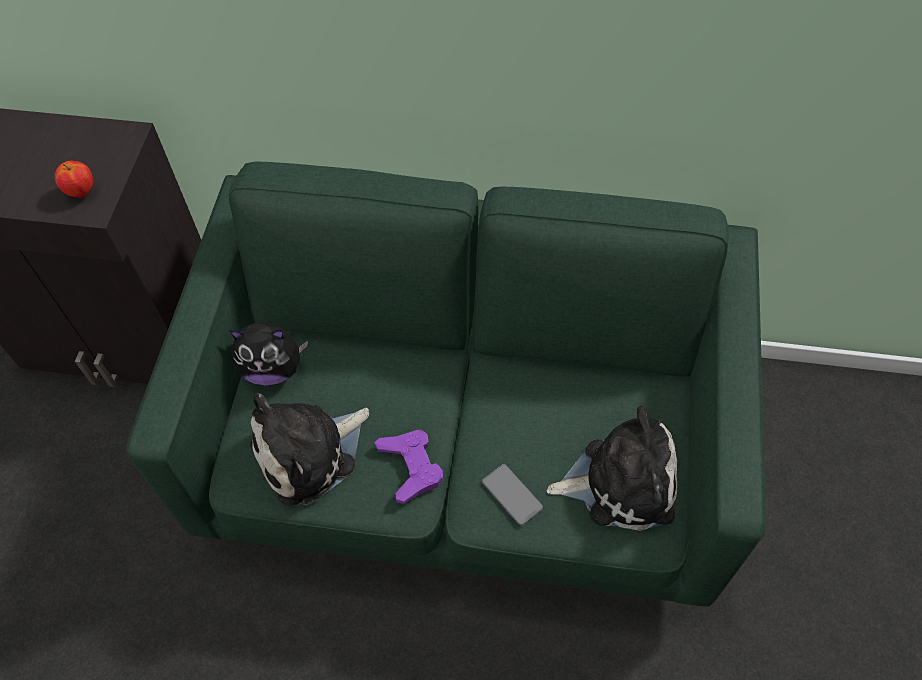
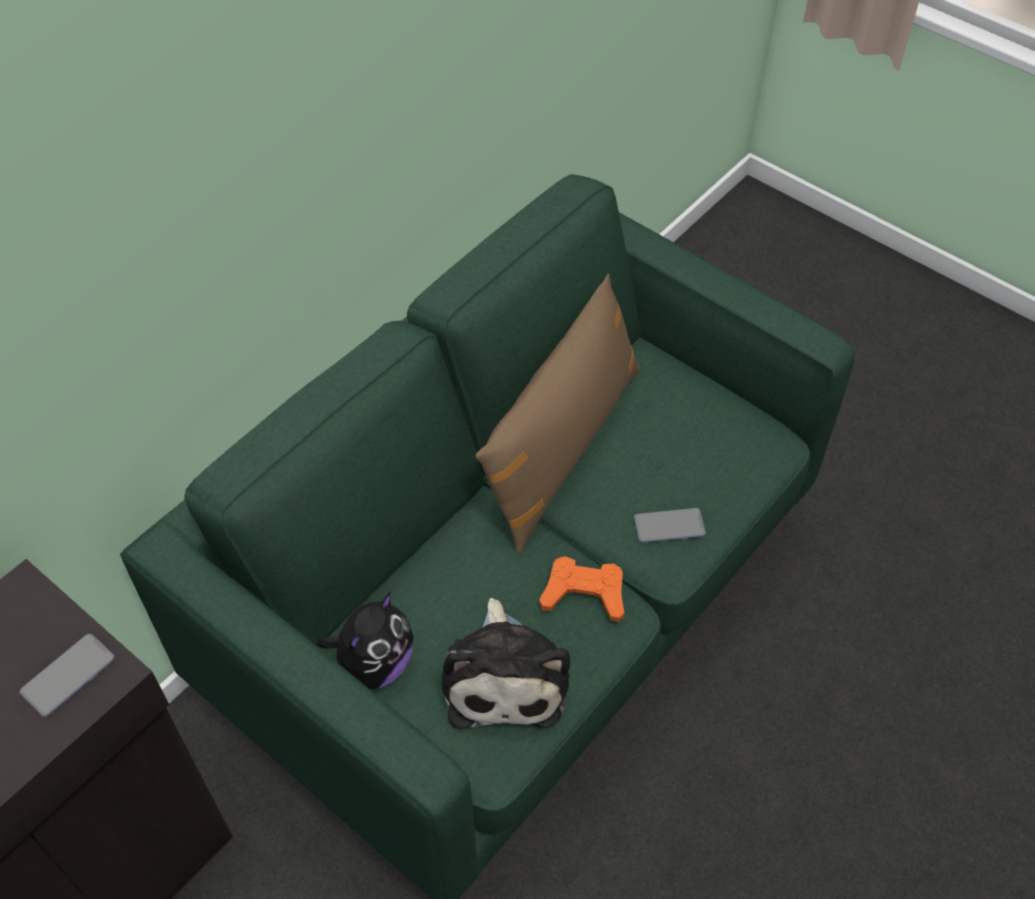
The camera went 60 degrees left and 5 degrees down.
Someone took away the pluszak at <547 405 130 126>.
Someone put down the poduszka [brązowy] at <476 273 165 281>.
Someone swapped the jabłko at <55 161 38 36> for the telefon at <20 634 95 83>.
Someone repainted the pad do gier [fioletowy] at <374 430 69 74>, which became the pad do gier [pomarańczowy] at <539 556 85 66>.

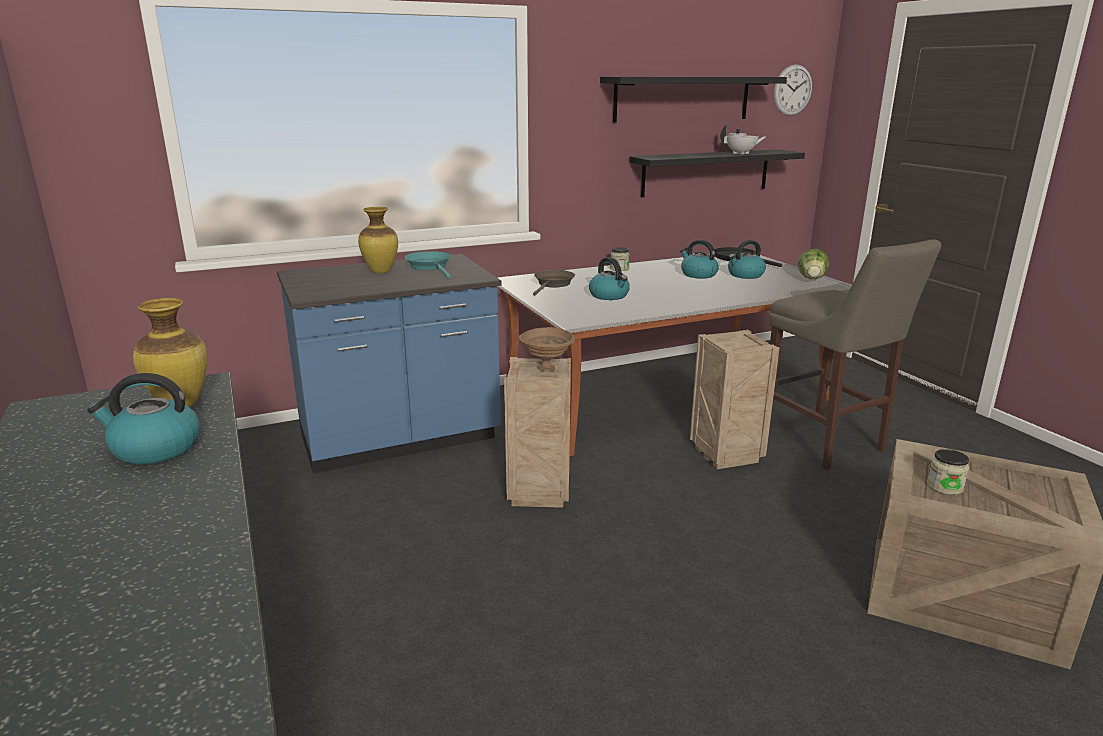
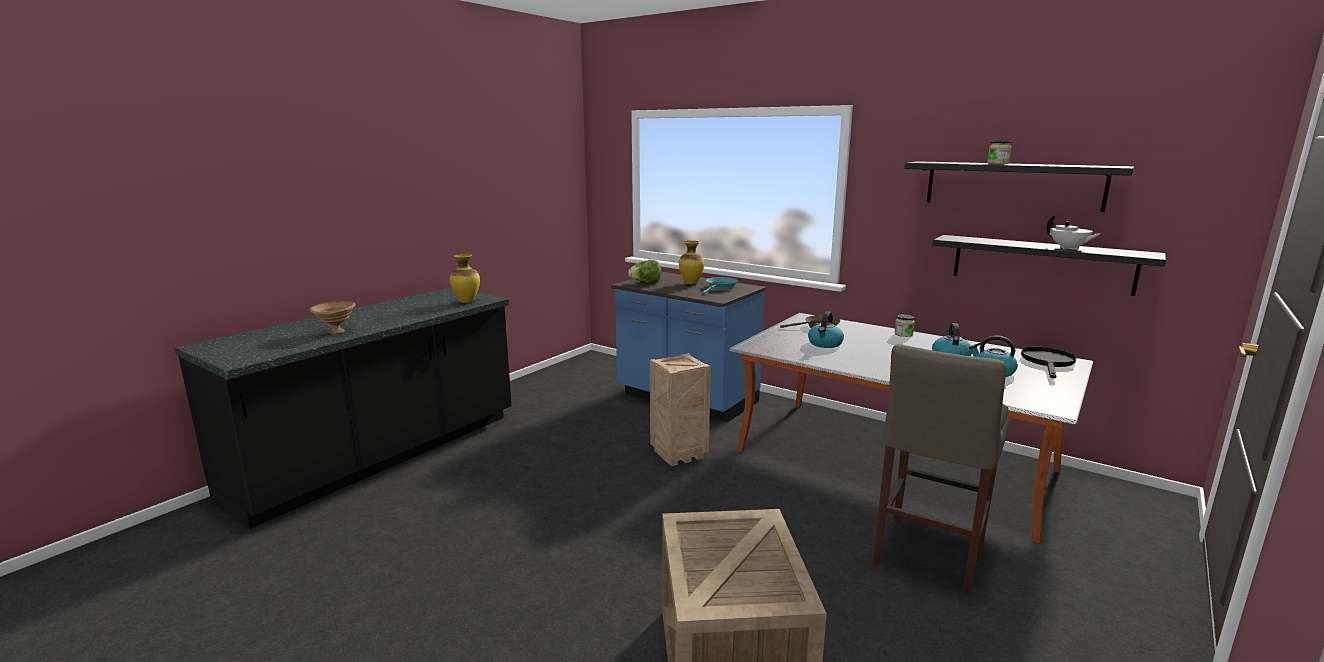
The camera went 60 degrees right and 5 degrees down.
Someone took away the czajnik at <87 373 113 91>.
Someone took away the skrzynka at <690 330 89 139>.
Someone took away the zegar ścienny at <774 64 38 52>.
Someone carried the miska [brązowy] from <519 327 56 44> to <309 302 47 32>.
Someone carried the sałata from <798 249 31 30> to <628 260 33 23>.
Someone carried the słoik from <927 449 42 46> to <987 141 25 23>.

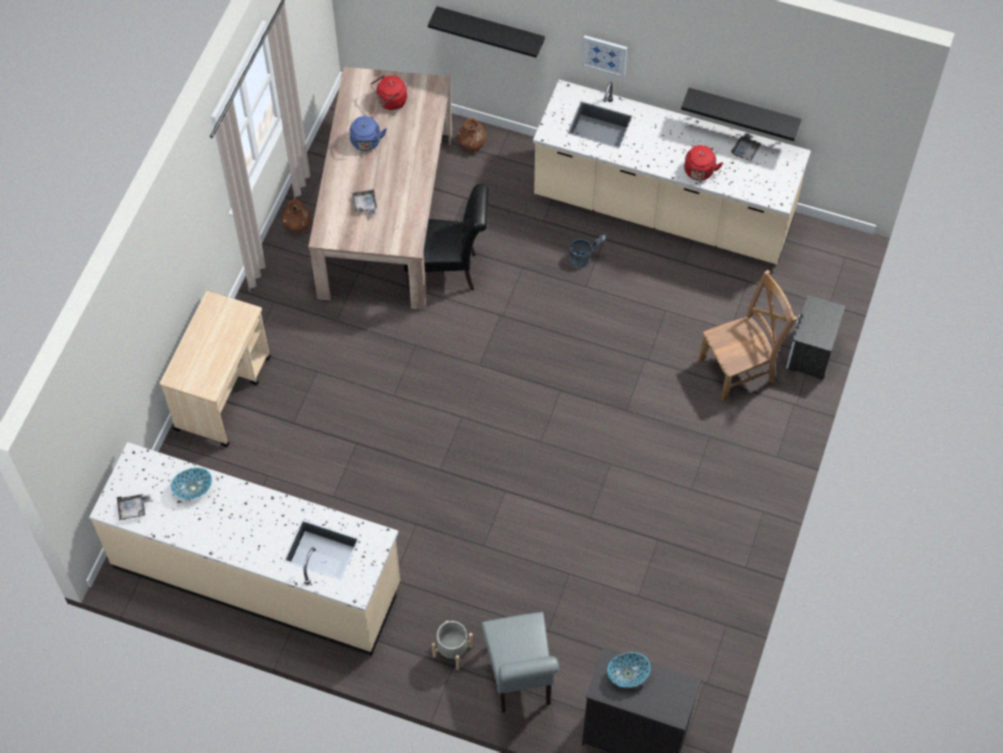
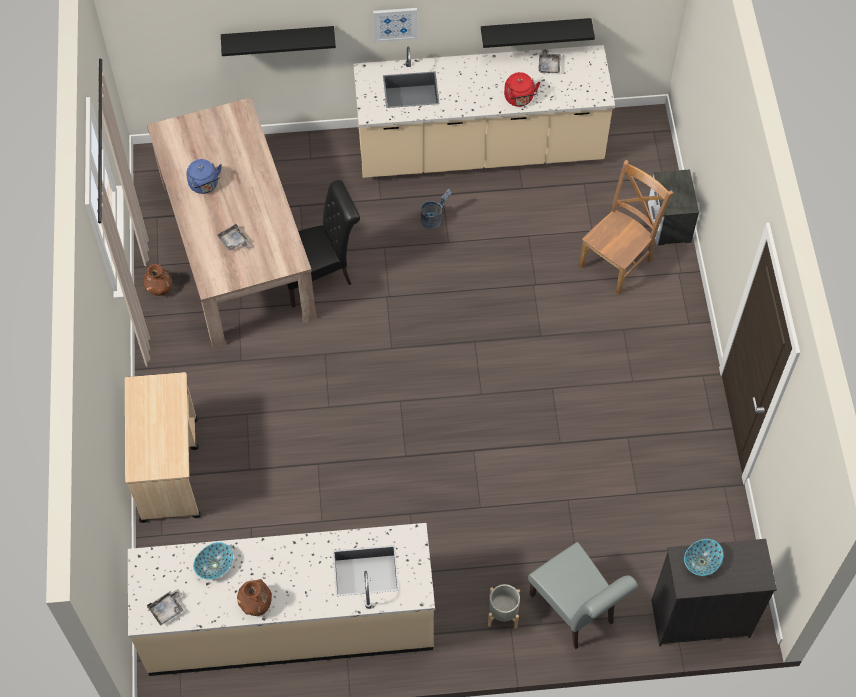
The camera went 25 degrees left and 0 degrees up.
Someone took away the czajnik [czerwony] at <371 75 36 35>.
Someone carried the wazon [brązowy] from <458 118 28 34> to <237 579 35 37>.

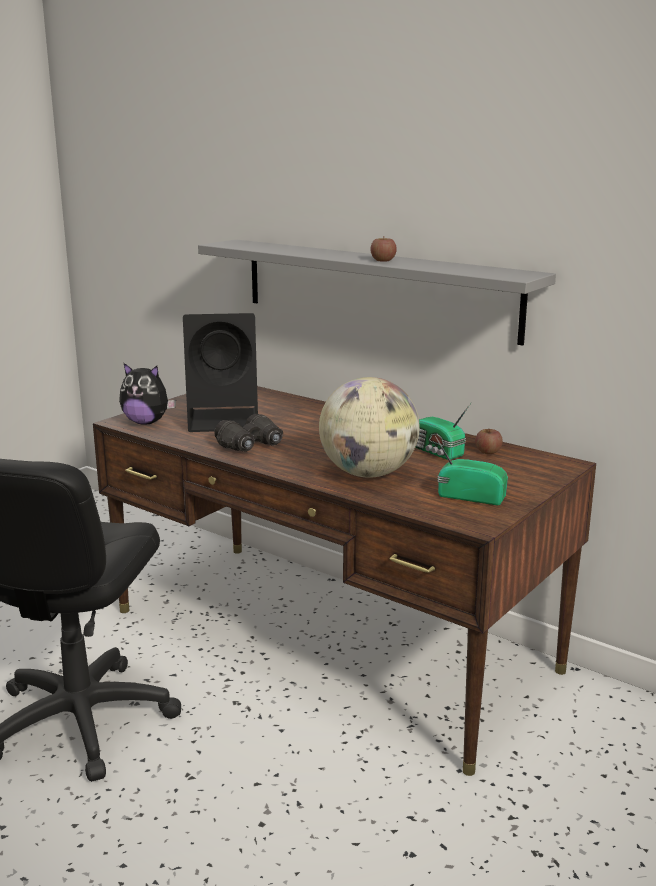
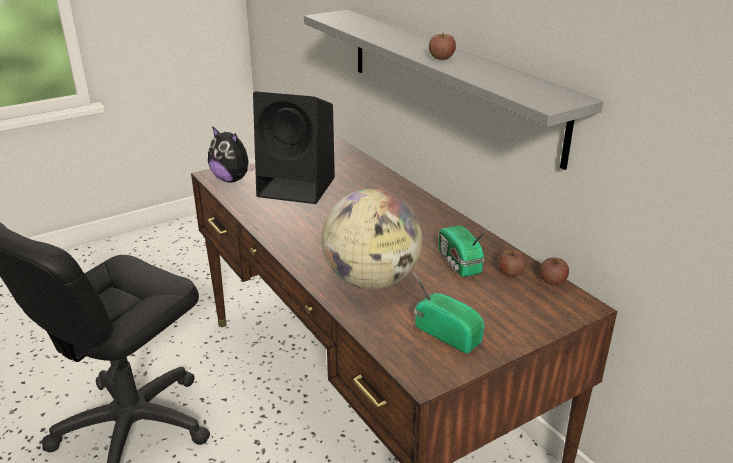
The camera went 20 degrees right and 10 degrees up.
Someone took away the lornetka [czarny] at <214 414 69 38>.
Someone put down the jabłko at <540 257 29 28>.

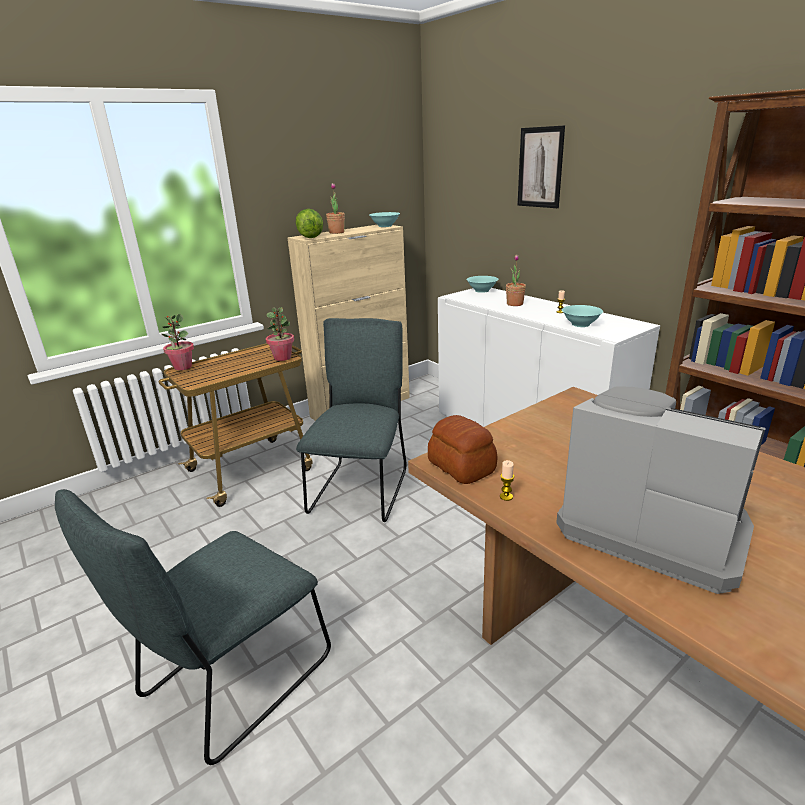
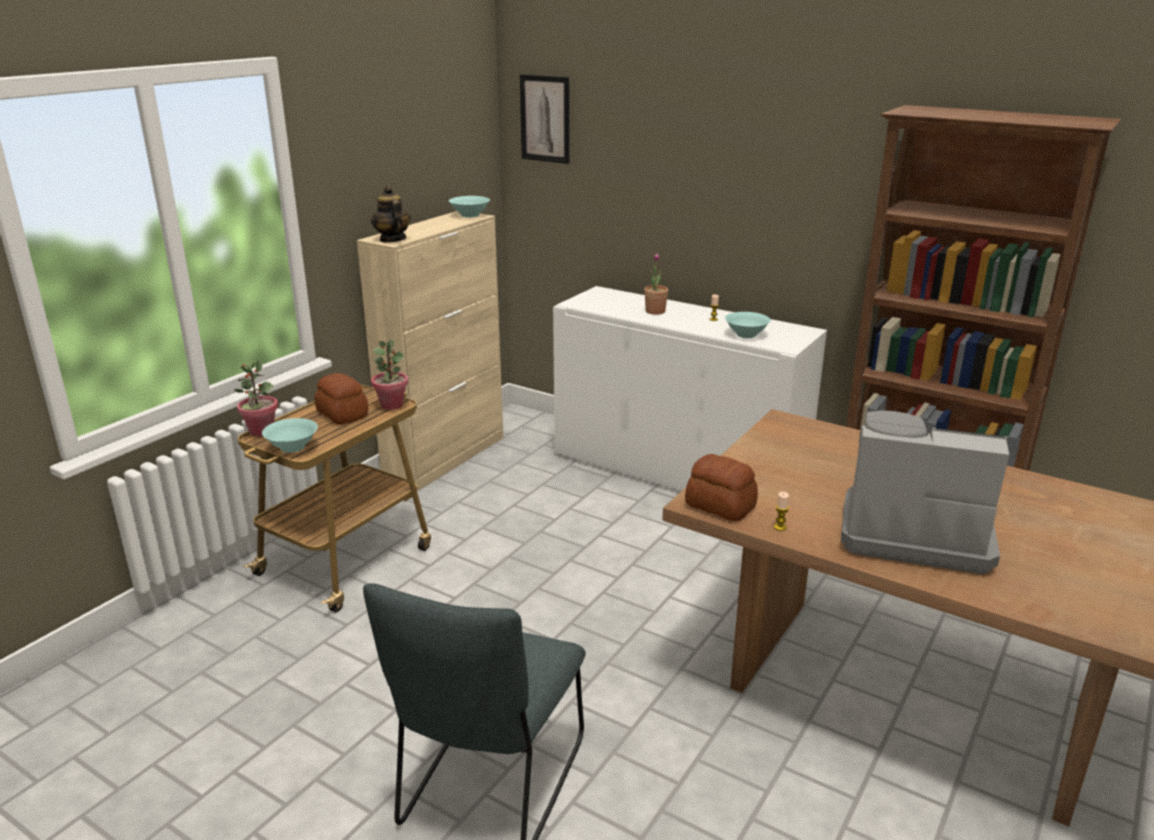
The camera went 20 degrees left and 0 degrees up.
Someone took away the krzesło [szary] at <296 318 110 204>.
Someone took away the roślina doniczkowa at <326 183 19 51>.
Someone put down the chleb at <314 373 54 52>.
Someone carried the miska [turkusowy] from <467 276 31 17> to <262 418 56 35>.
Someone carried the obraz from <517 125 48 83> to <520 74 49 90>.
Someone swapped the sałata at <296 209 27 29> for the imbryk at <371 186 40 57>.

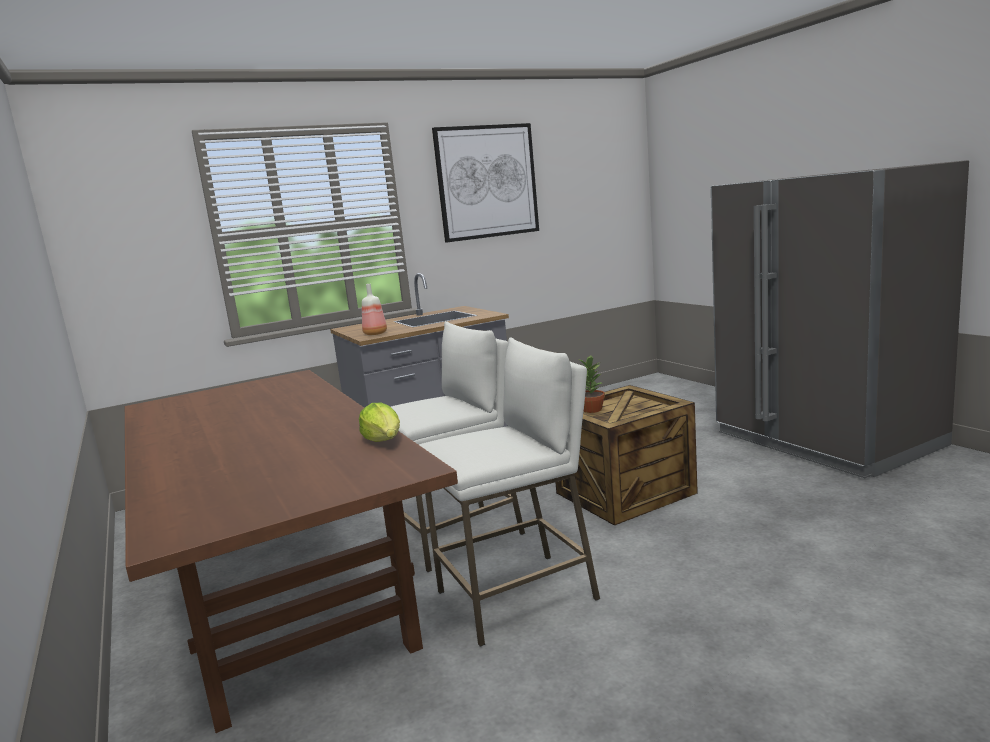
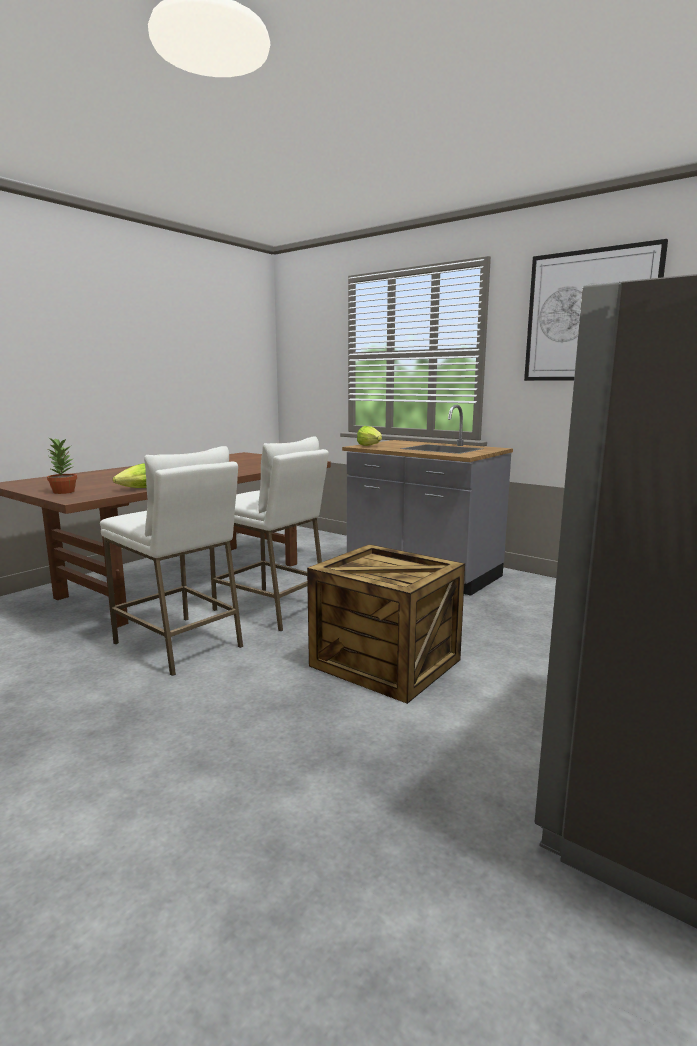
The camera went 65 degrees right and 0 degrees up.
Someone carried the roślina doniczkowa from <580 356 25 57> to <46 438 31 56>.
Someone swapped the butelka at <362 284 25 51> for the sałata at <357 426 25 20>.

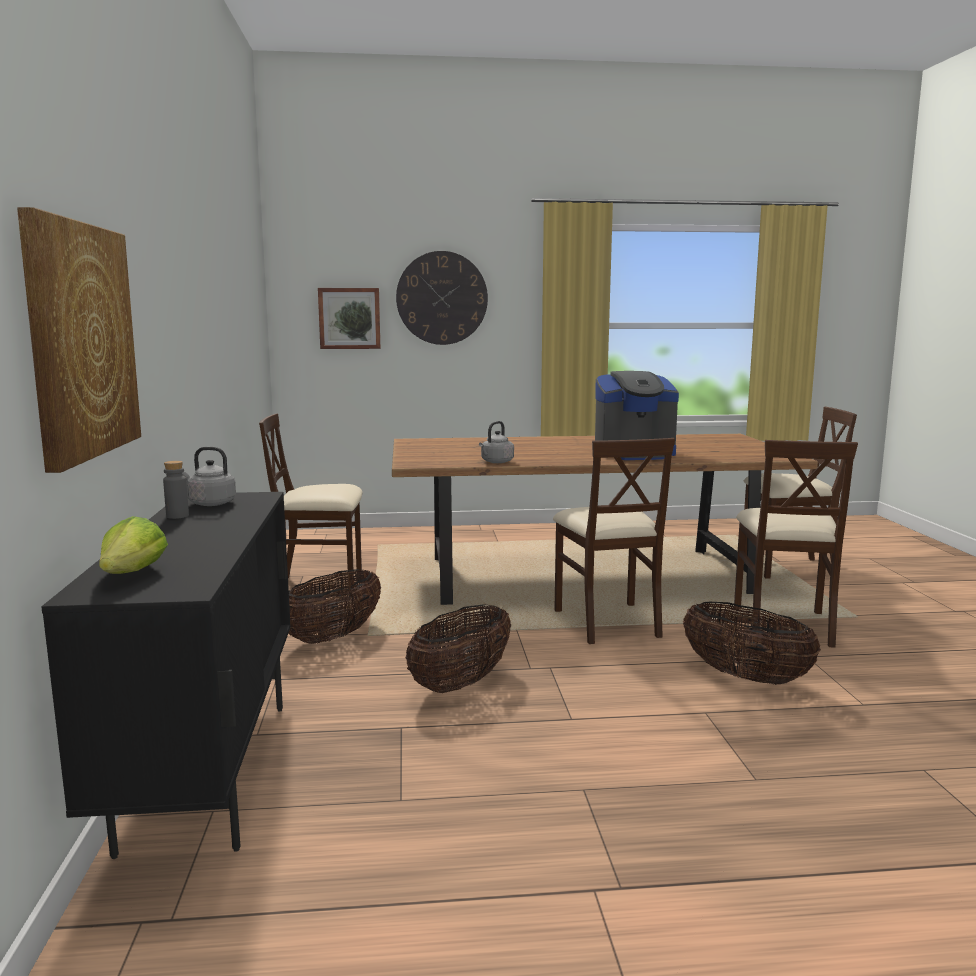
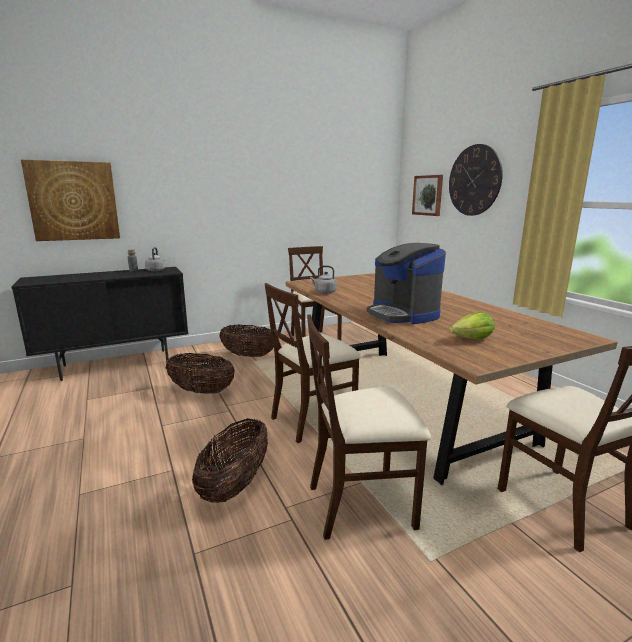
The camera went 70 degrees right and 5 degrees up.
Someone carried the sałata from <99 516 69 58> to <449 312 45 27>.

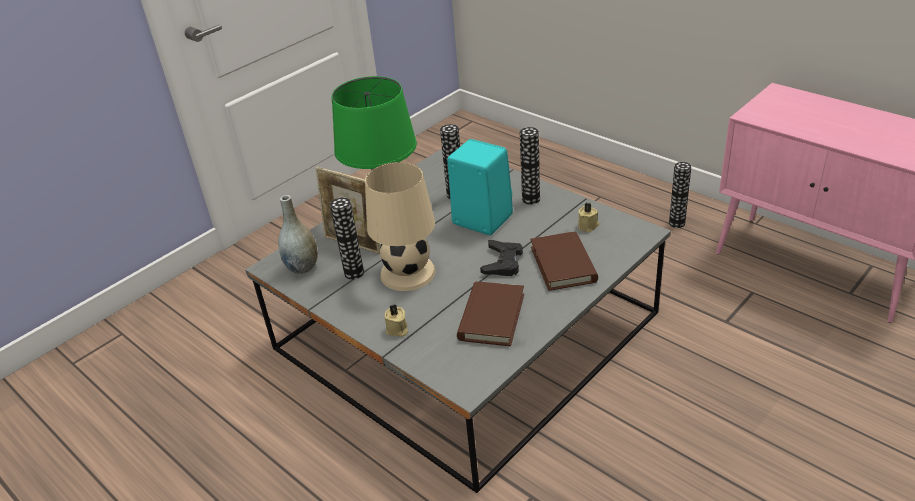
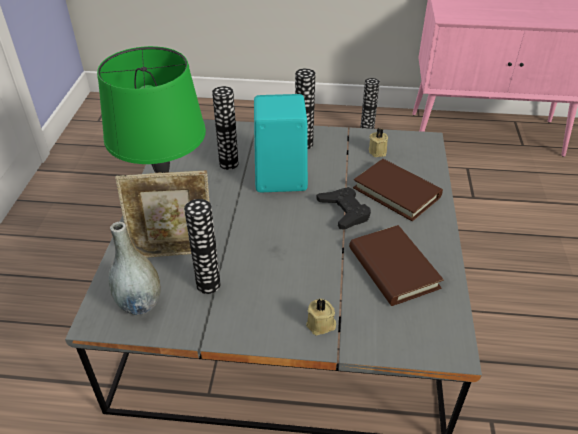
The camera went 40 degrees left and 5 degrees up.
Someone took away the lampa stołowa [beżowy] at <365 162 70 129>.

